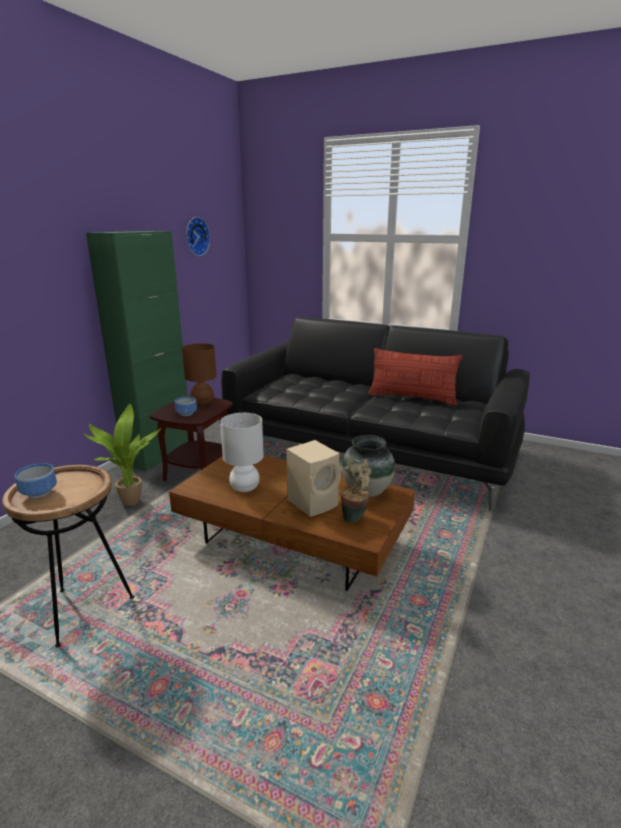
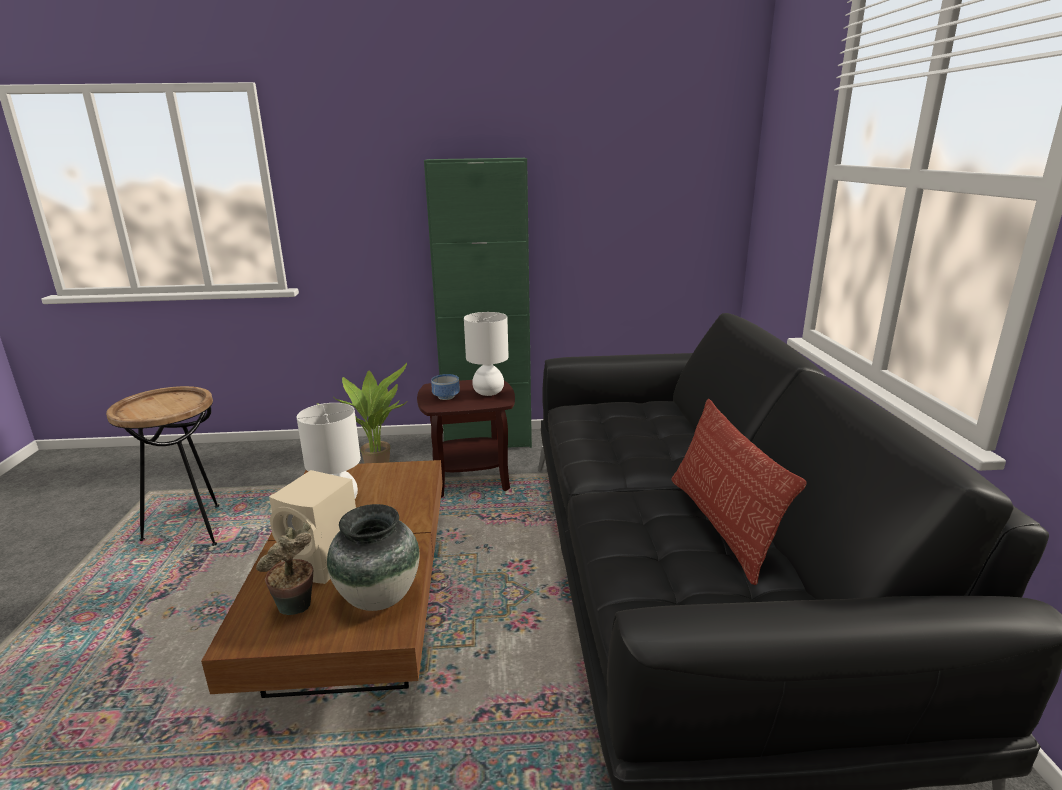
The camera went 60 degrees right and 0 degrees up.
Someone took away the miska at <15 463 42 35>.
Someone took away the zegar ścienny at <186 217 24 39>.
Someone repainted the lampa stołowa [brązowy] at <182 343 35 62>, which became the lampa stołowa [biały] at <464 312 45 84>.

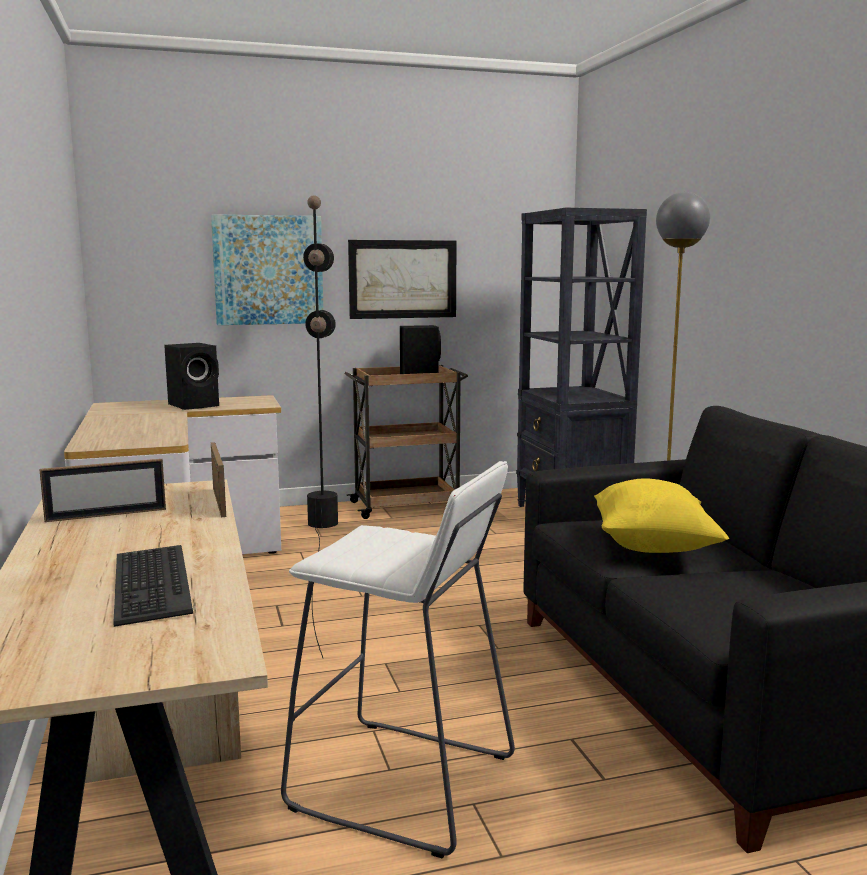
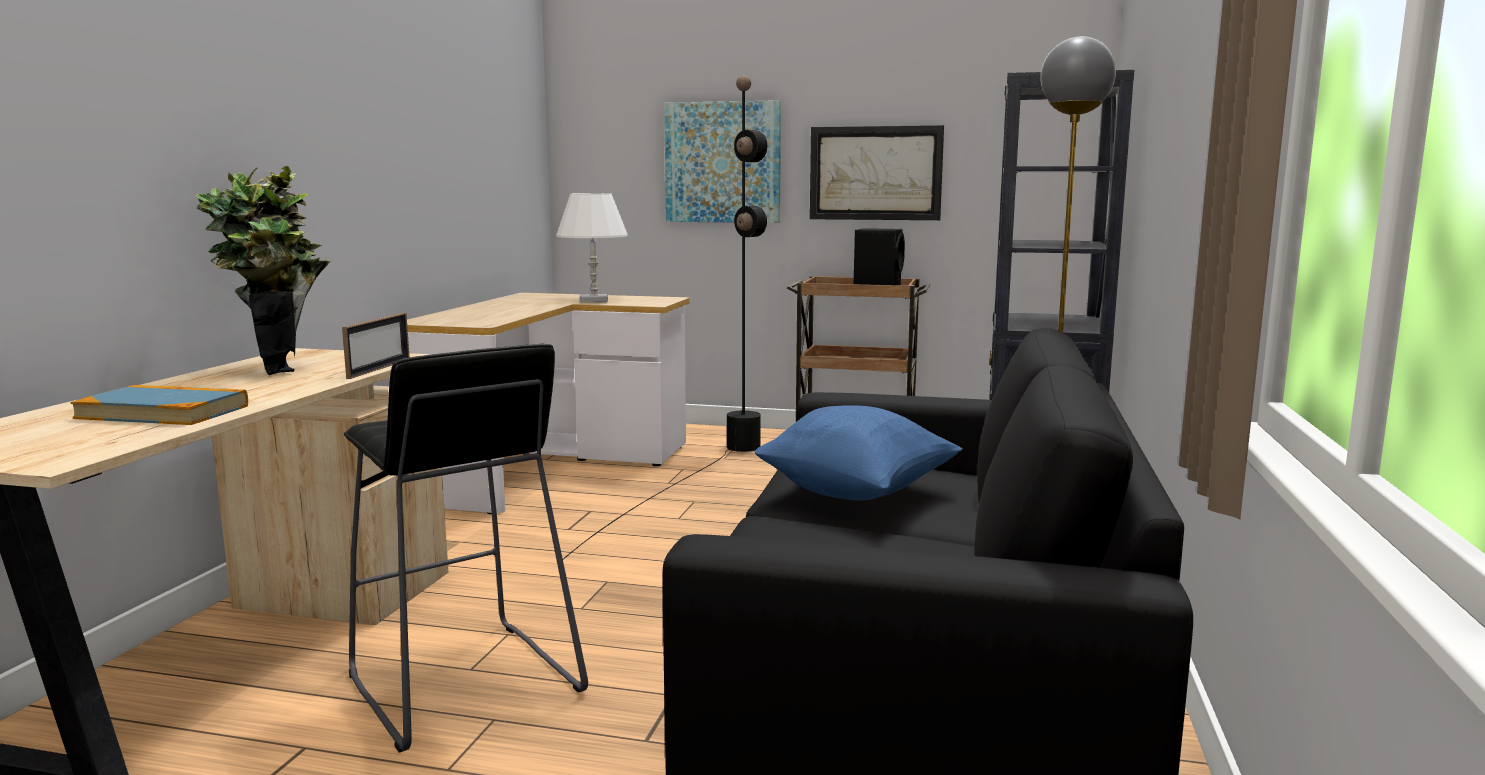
The camera went 30 degrees right and 0 degrees up.
Someone swapped the ramka na zdjęcie at <40 459 126 63> for the roślina doniczkowa at <196 166 135 209>.
Someone swapped the klawiatura at <114 545 79 82> for the książka at <71 385 177 40>.
Someone swapped the głośnik [czarny] at <164 343 55 67> for the lampa stołowa [biały] at <556 193 72 109>.
Someone repainted the stołek [biały] at <281 461 234 397>, which became the stołek [czarny] at <344 343 244 409>.
Someone repainted the poduszka [żółty] at <594 478 135 75>, which became the poduszka [niebieski] at <754 405 209 96>.

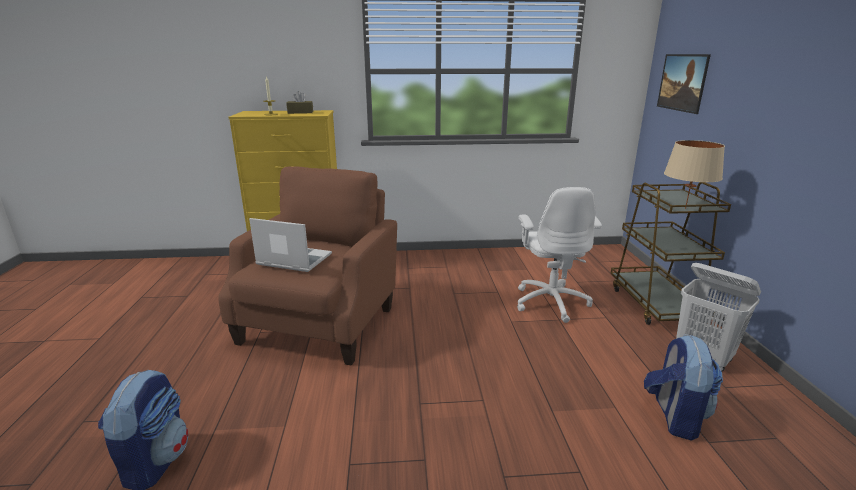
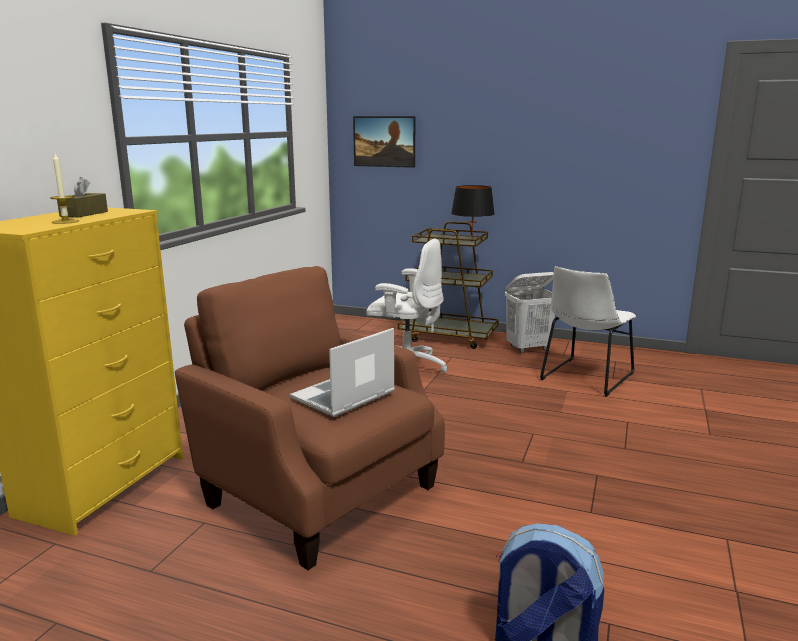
The camera went 65 degrees left and 5 degrees down.
Someone swapped the plecak at <644 334 79 107> for the krzesło [biały] at <540 266 96 131>.
Someone repainted the lampa stołowa [beżowy] at <664 140 61 69>, which became the lampa stołowa [czarny] at <451 185 44 51>.

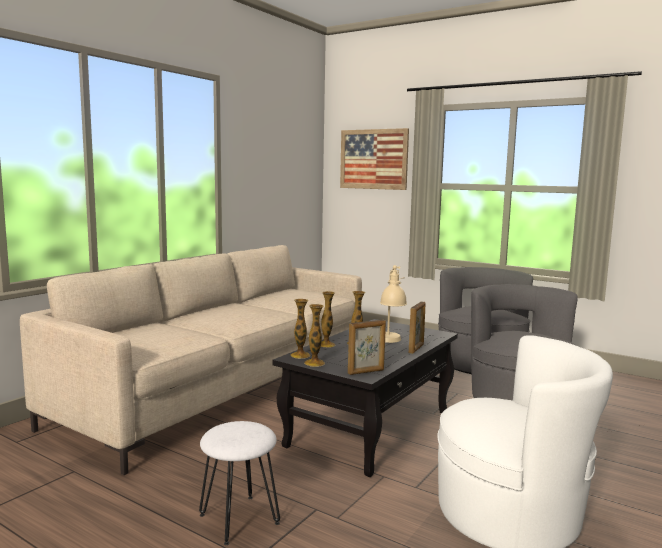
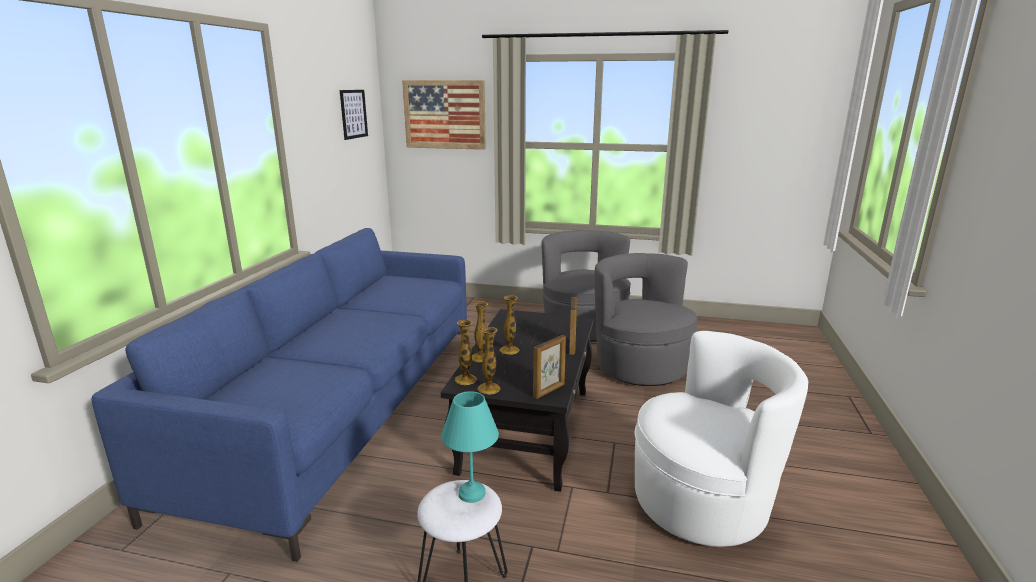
The camera went 20 degrees left and 10 degrees up.
Someone took away the lampa stołowa [beżowy] at <380 265 27 78>.
Someone put up the obraz at <340 90 28 50>.
Someone put down the lampa stołowa [turkusowy] at <441 391 58 112>.
Someone repainted the kanapa [beżowy] at <20 245 342 230>, which became the kanapa [niebieski] at <92 228 375 334>.

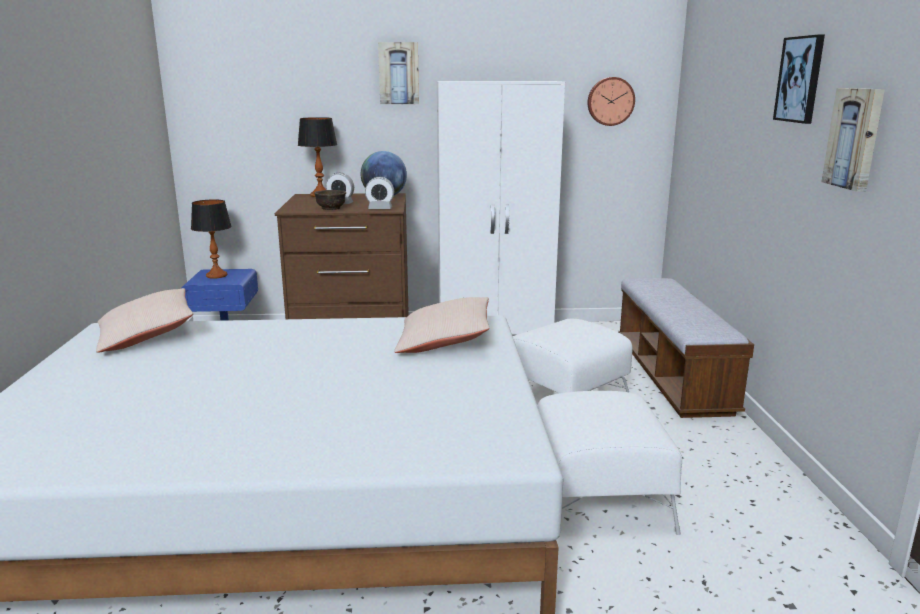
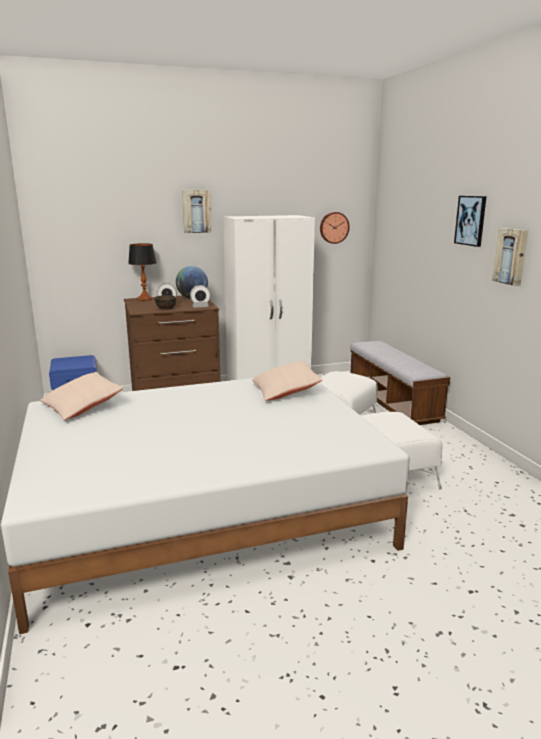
The camera went 15 degrees left and 0 degrees up.
Someone took away the lampa stołowa at <191 199 41 80>.

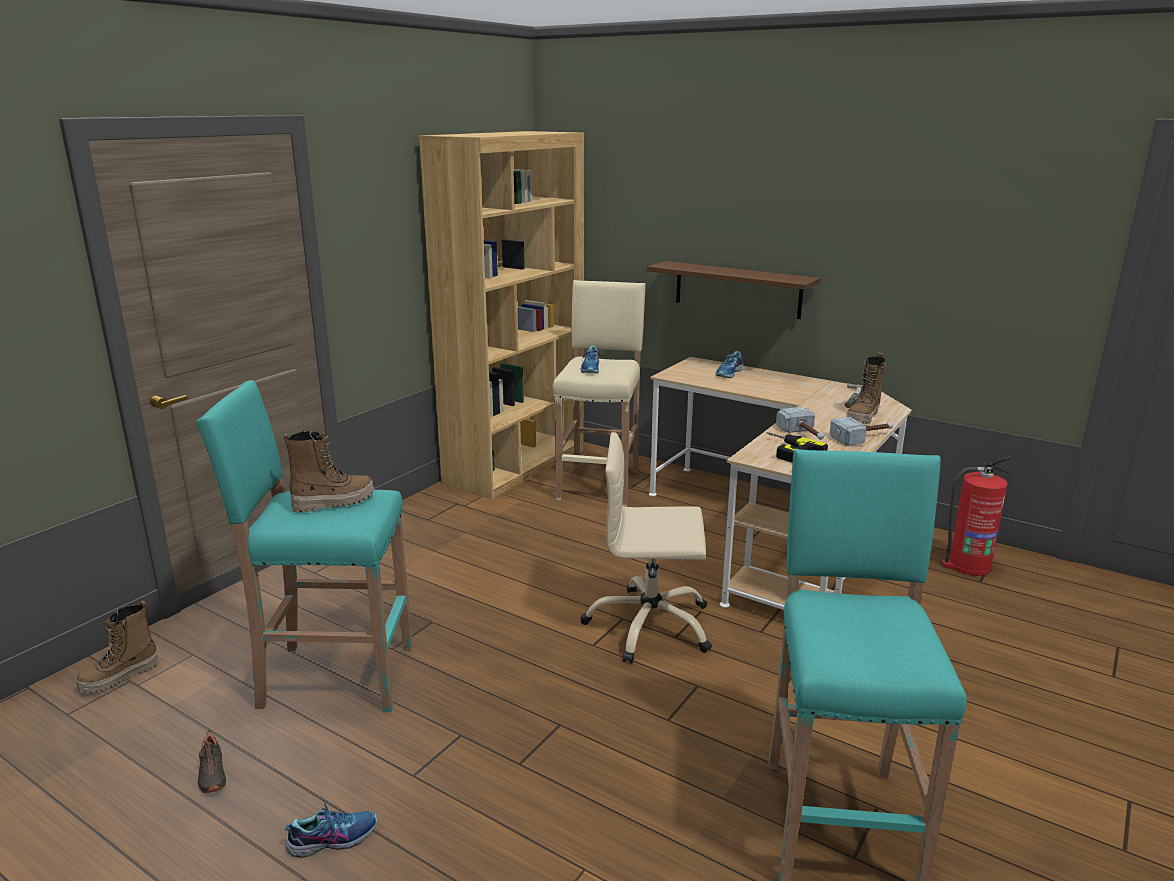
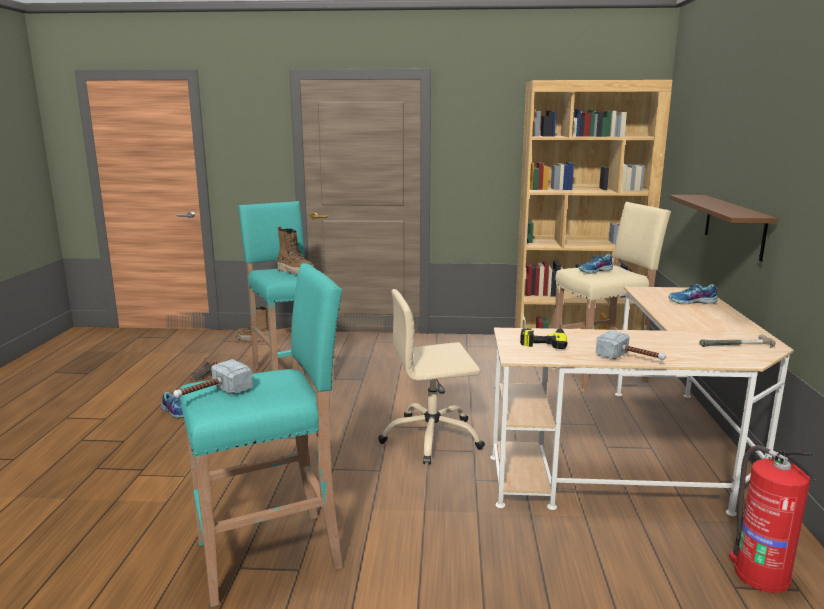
The camera went 60 degrees right and 5 degrees down.
Someone took away the but z cholewką at <847 352 39 72>.
Someone carried the młotek from <776 407 48 33> to <173 359 80 39>.
Someone rotated the krzesło biurowe [beżowy] at <580 432 132 232> by 75 degrees counterclockwise.

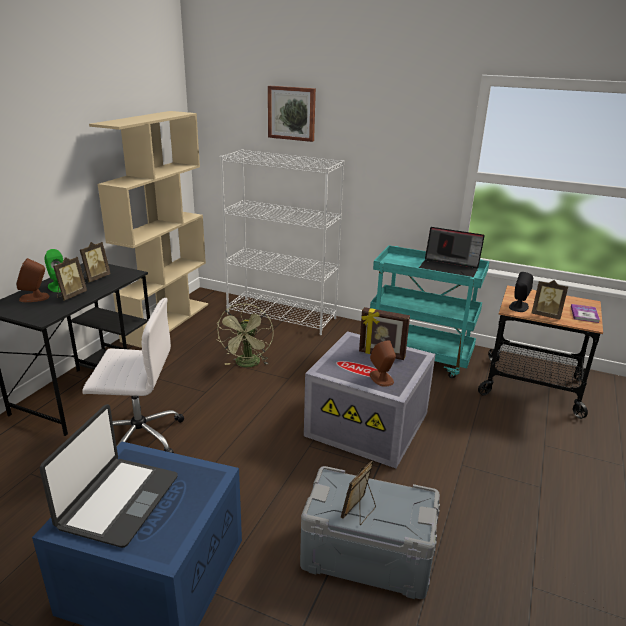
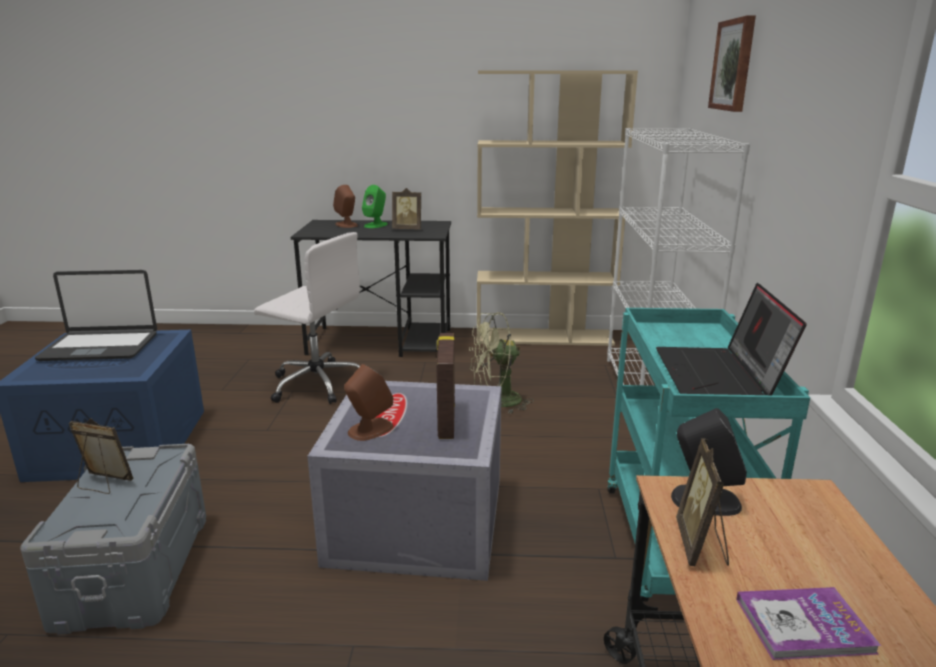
The camera went 70 degrees right and 5 degrees down.
Someone took away the ramka na zdjęcie at <53 257 34 44>.
Someone rotated the krzesło biurowe [biały] at <82 298 102 155> by 45 degrees counterclockwise.

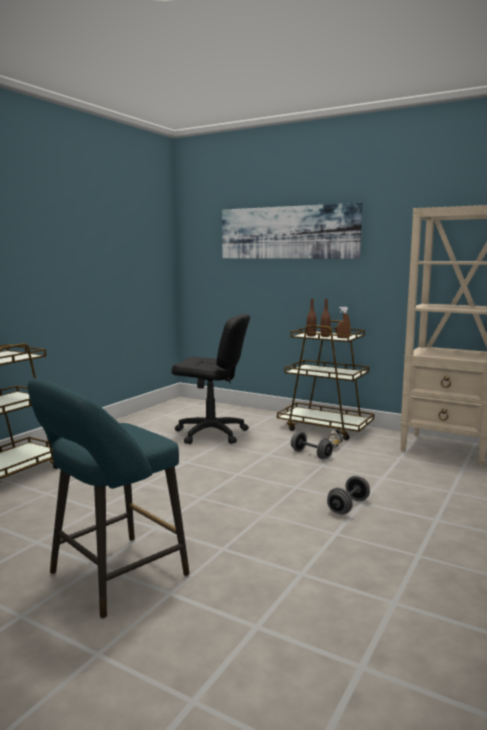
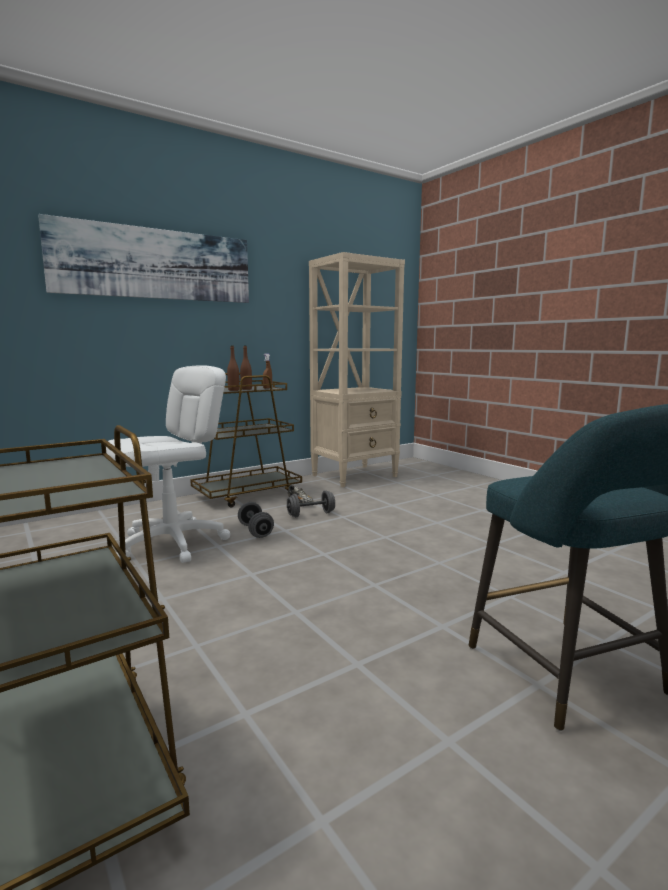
The camera went 65 degrees left and 0 degrees up.
Someone carried the hantel [szary] from <327 476 43 39> to <238 502 36 36>.
Someone repainted the krzesło biurowe [czarny] at <171 314 79 130>, which became the krzesło biurowe [biały] at <106 365 124 198>.

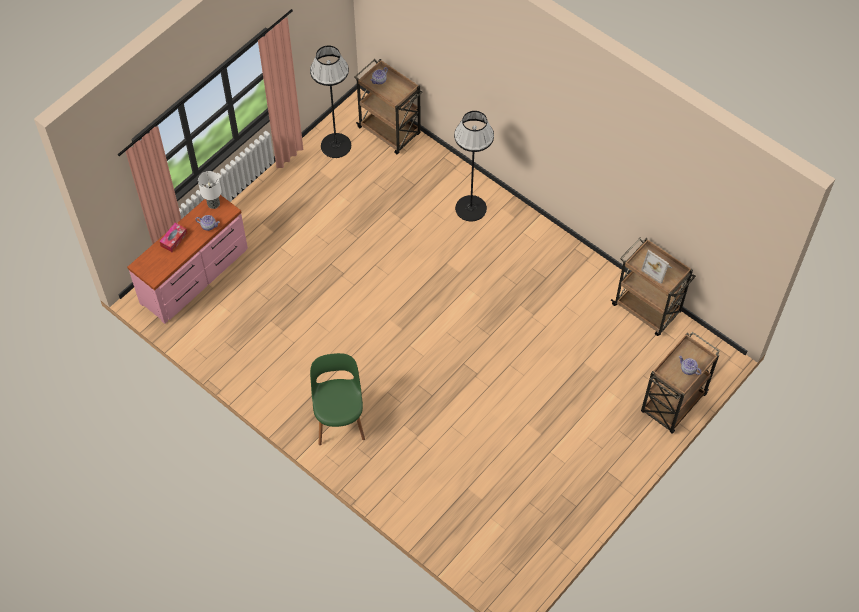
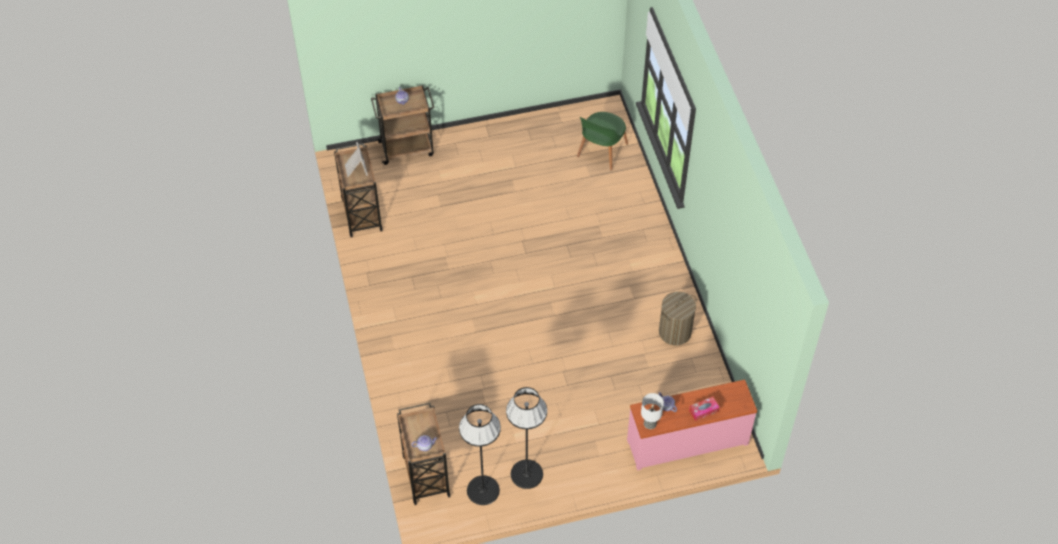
The camera went 145 degrees left and 5 degrees down.
Someone put down the kosz na pranie at <659 291 38 54>.
Someone carried the krzesło [zielony] from <310 353 55 92> to <577 112 51 59>.
Someone carried the lampa stojąca [czarny] from <454 111 40 110> to <506 387 41 102>.

